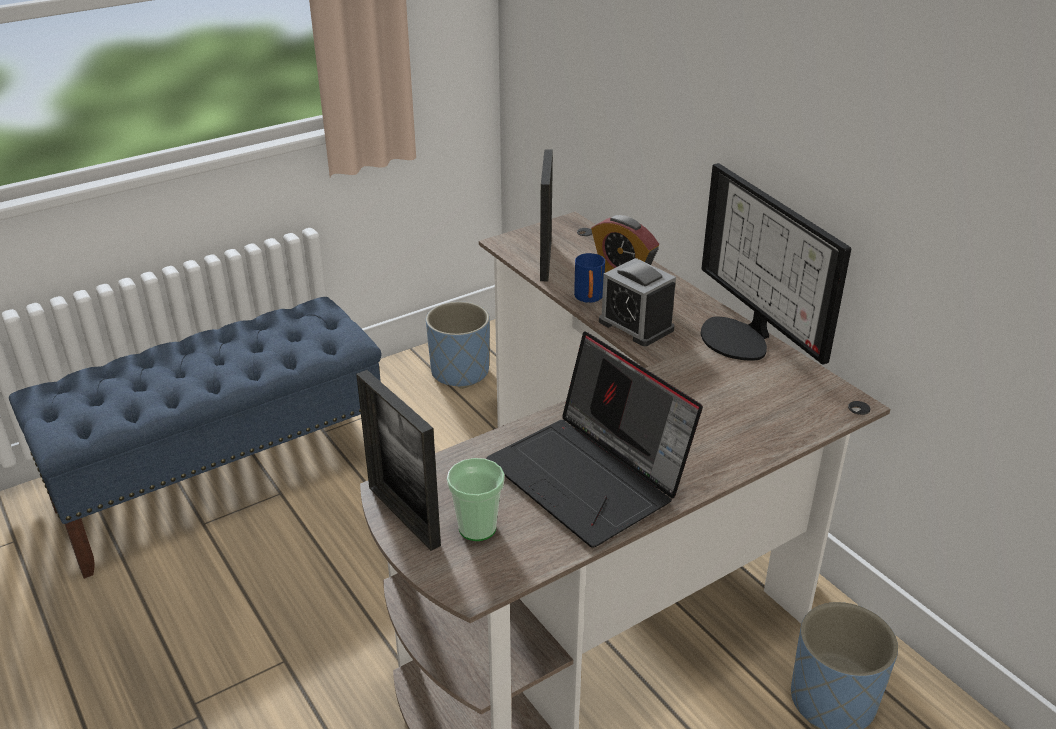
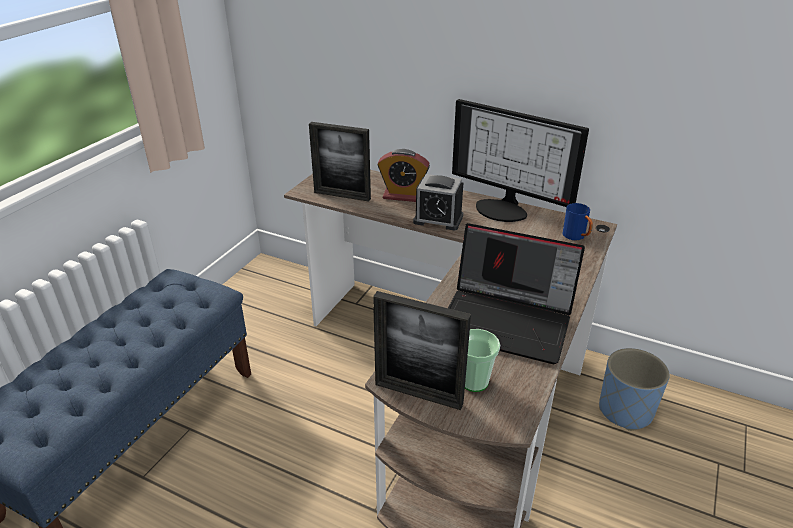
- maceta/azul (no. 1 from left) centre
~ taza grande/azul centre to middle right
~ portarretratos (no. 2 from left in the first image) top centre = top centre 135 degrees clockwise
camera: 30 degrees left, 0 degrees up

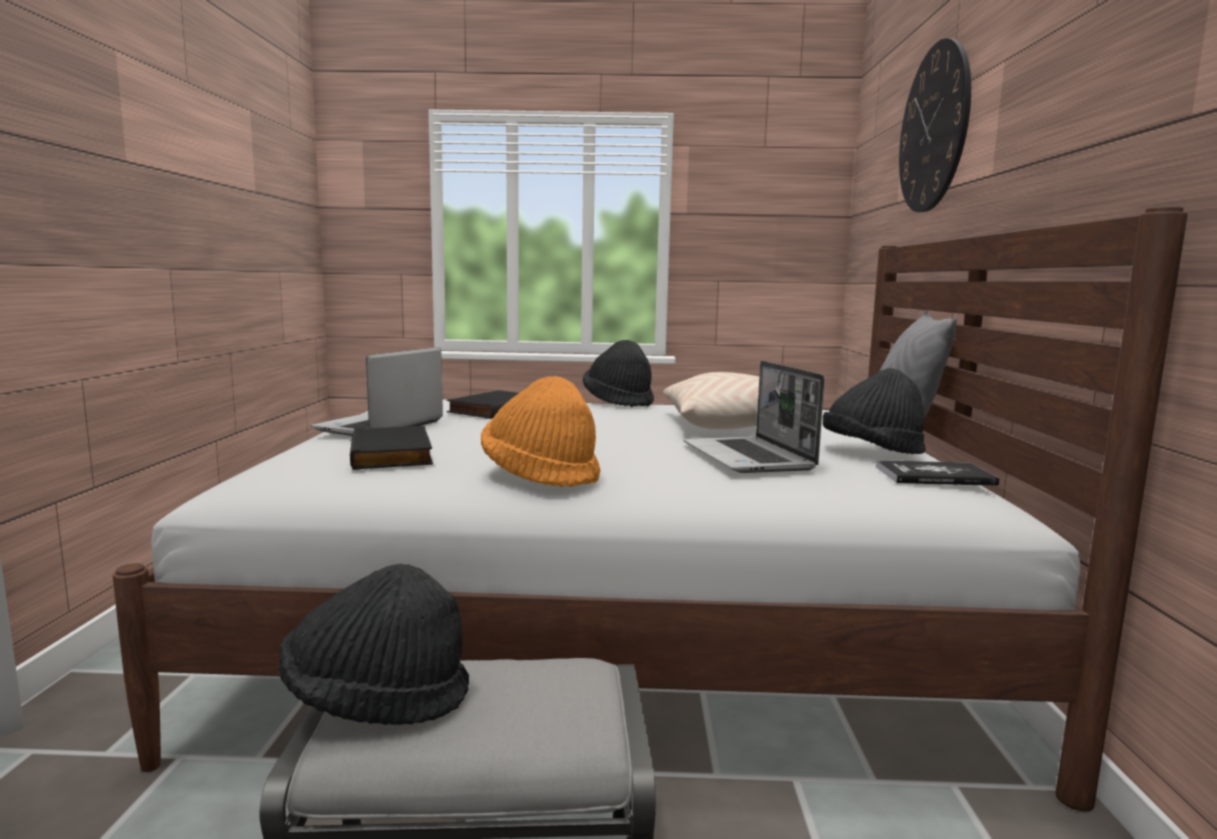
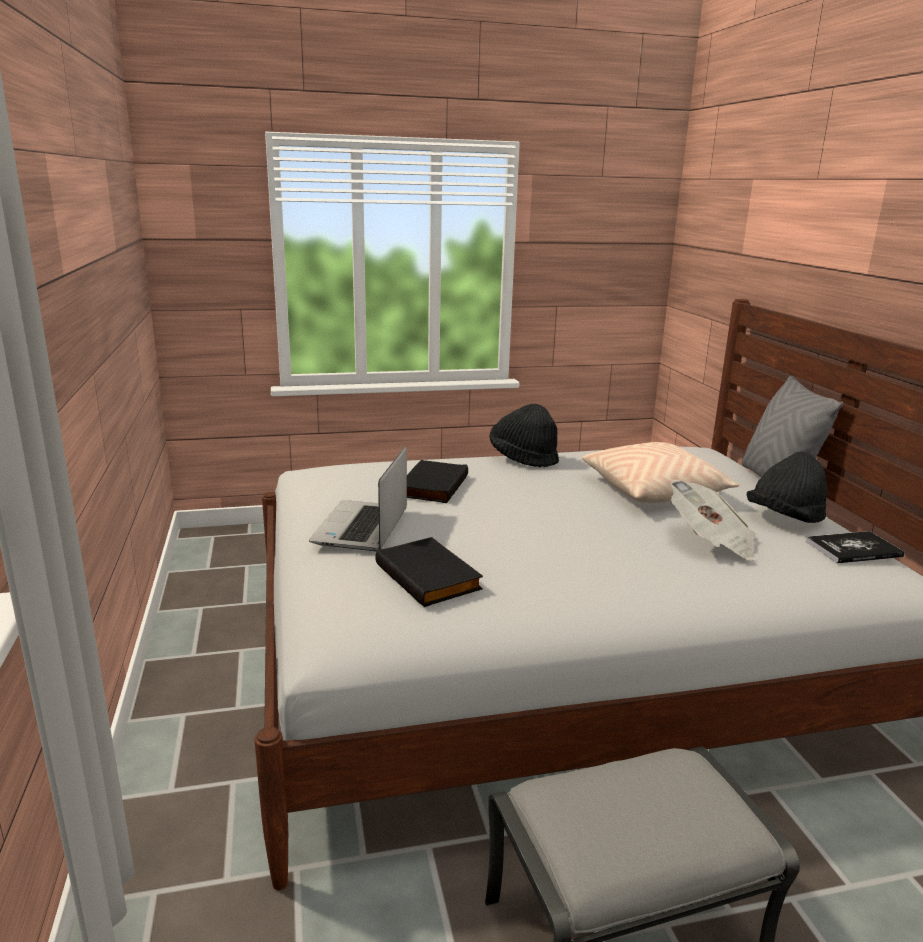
- sombrero/negro (no. 1 from left) bottom left
- sombrero/naranja centre
- reloj de pared top right
~ portátil (no. 2 from left) centre to periódico middle right
camera: 15 degrees left, 10 degrees up

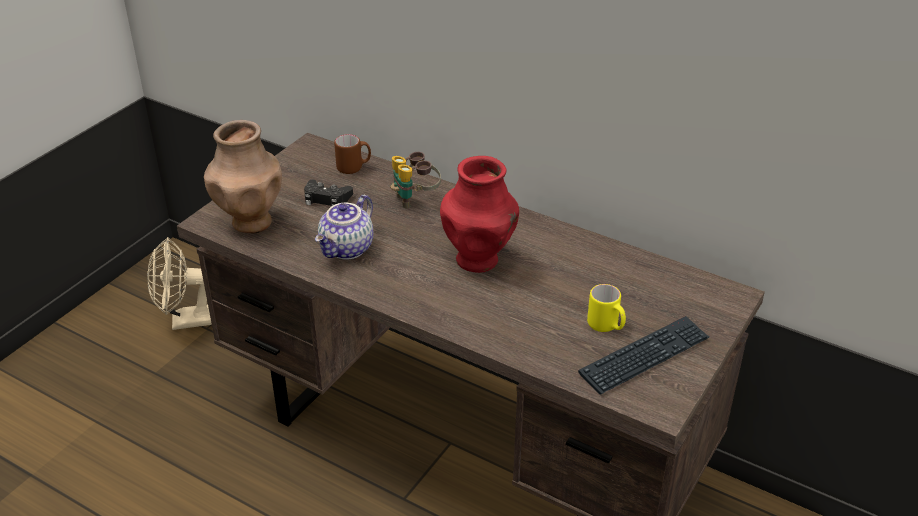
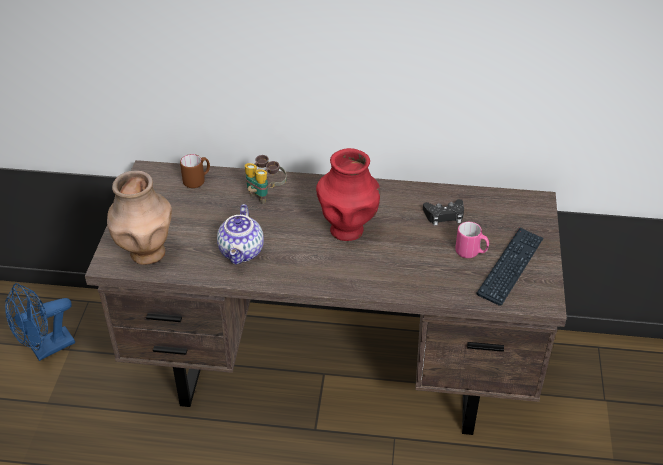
~ mando de consola/negro centre to middle right
~ ventilador/beis middle left to ventilador/azul bottom left
~ taza grande/amarillo centre to taza grande/rosa middle right
camera: 25 degrees left, 5 degrees up

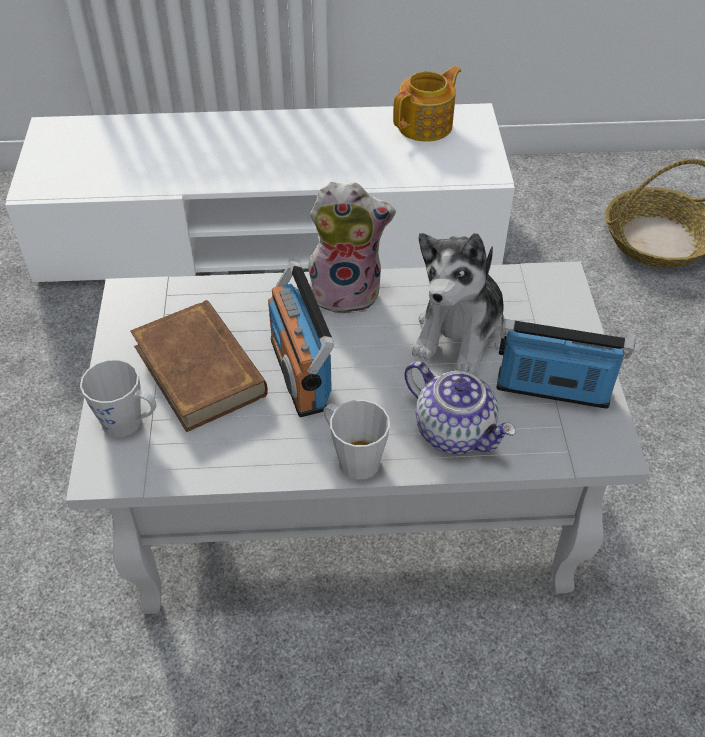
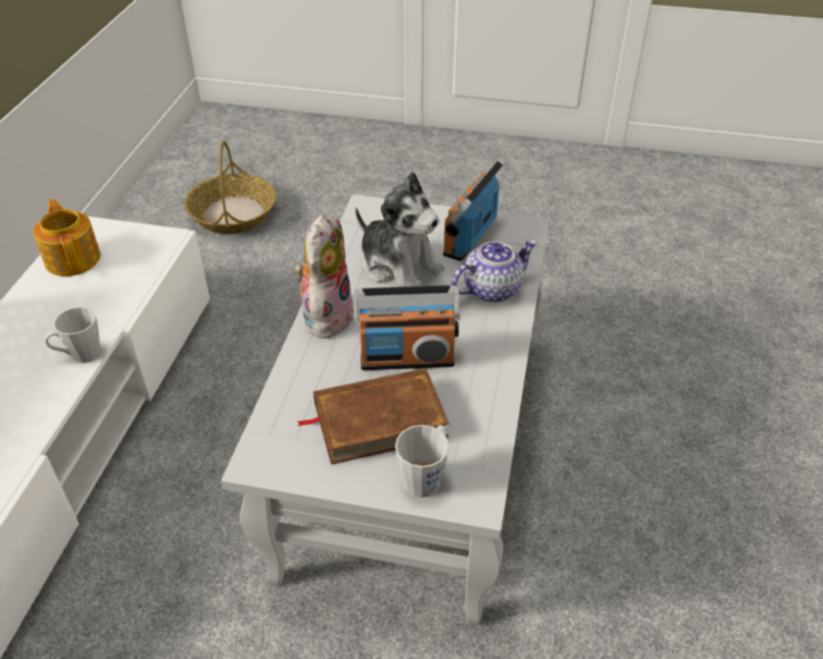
~ taza grande/gris (no. 2 from left in the first image) centre to taza grande/gris (no. 1 from left) middle left
camera: 75 degrees left, 5 degrees down

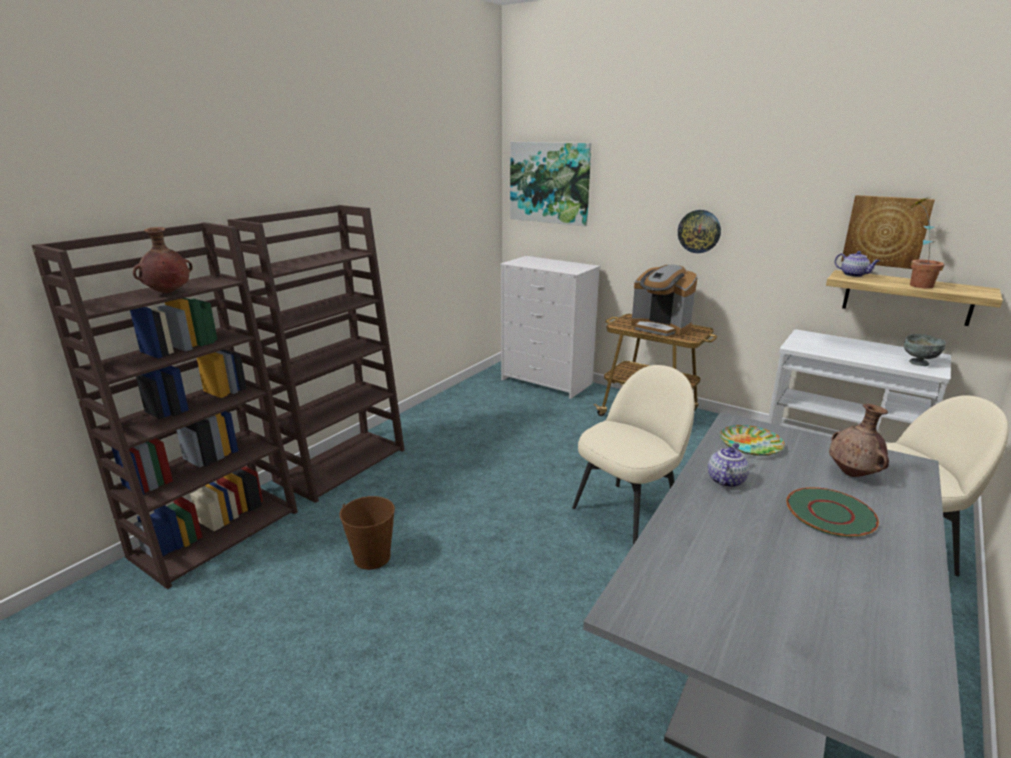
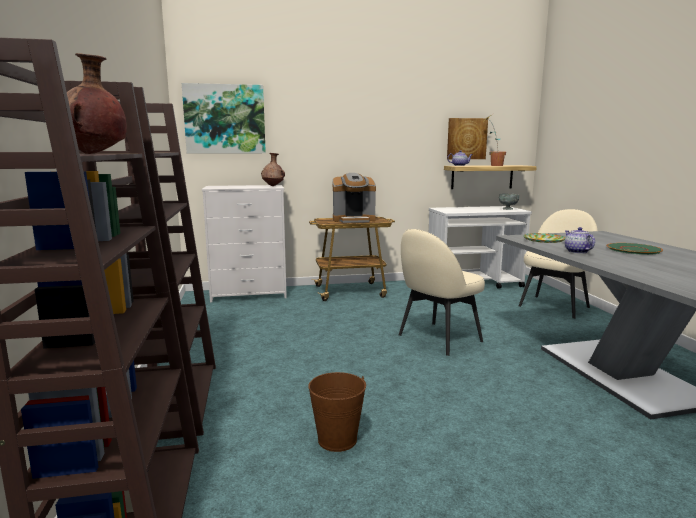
- reloj de pared top right
~ florero/marrón (no. 2 from left) middle right to top centre
~ silla/beis (no. 1 from left) centre = centre 135 degrees counterclockwise
camera: 45 degrees left, 10 degrees down

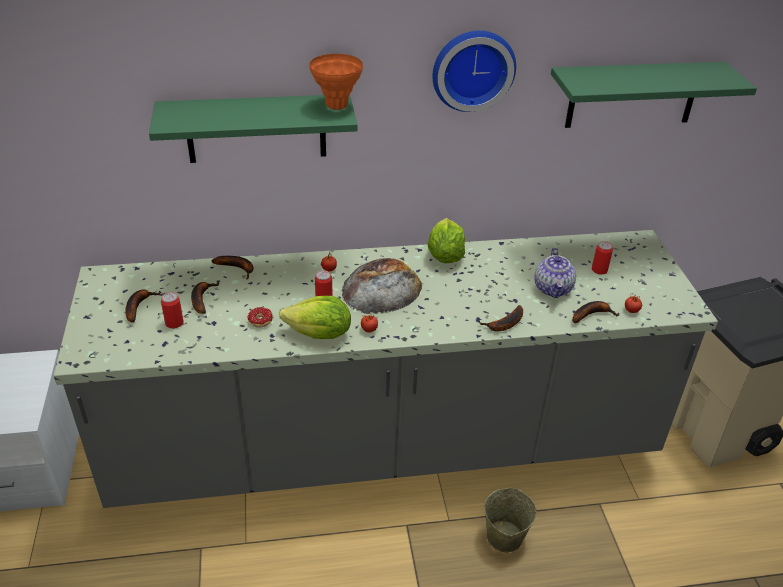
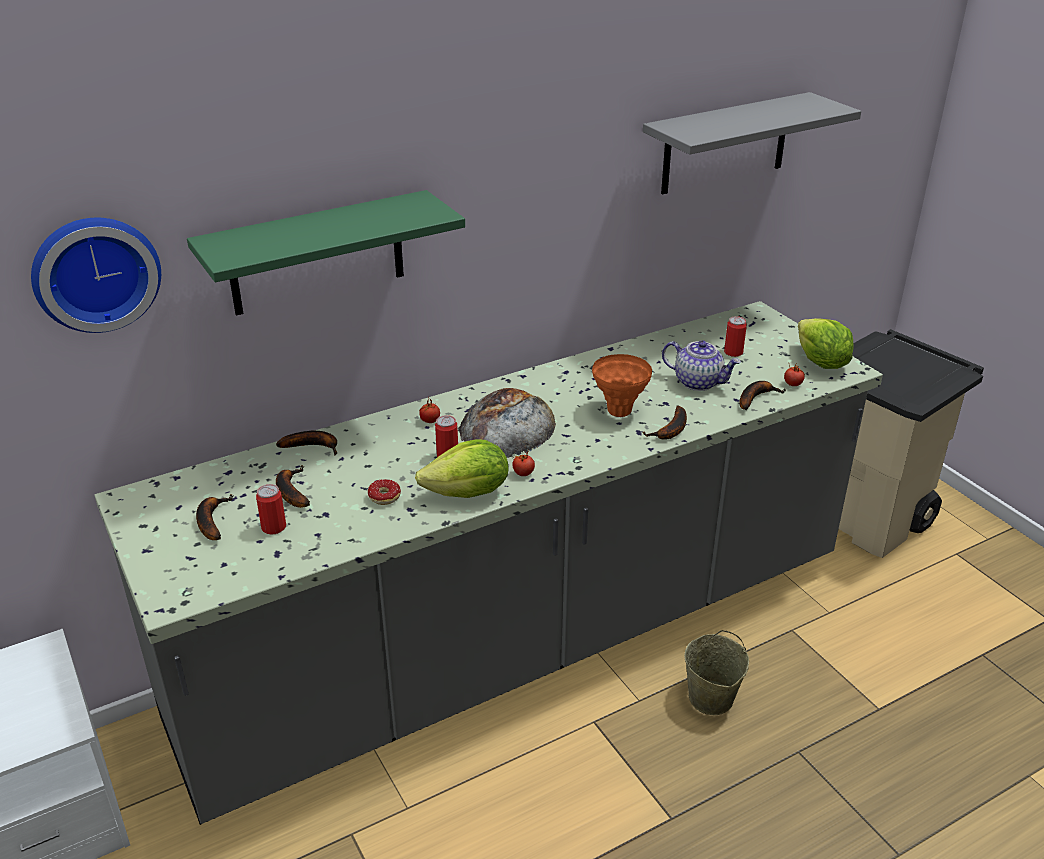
~ florero/naranja top centre to centre
~ lechuga (no. 2 from left) centre to middle right
~ reloj de pared top centre to top left
~ estante/verde (no. 2 from left) top right to estante/gris top right
~ tetera middle right = middle right 45 degrees counterclockwise
camera: 20 degrees left, 5 degrees down

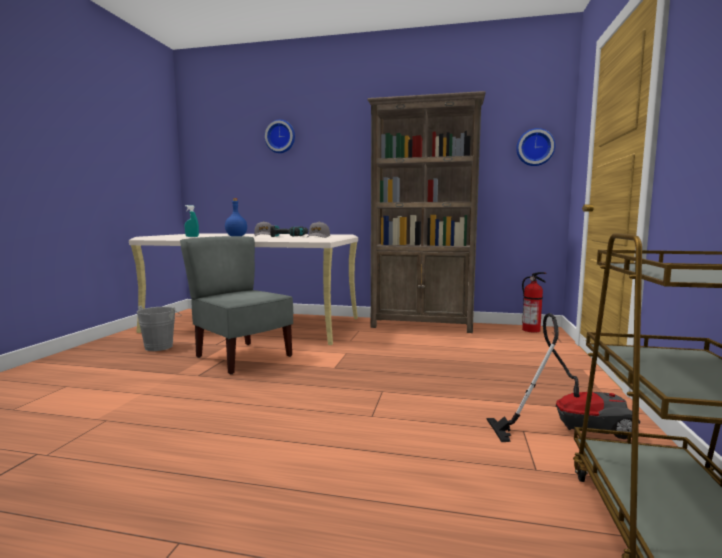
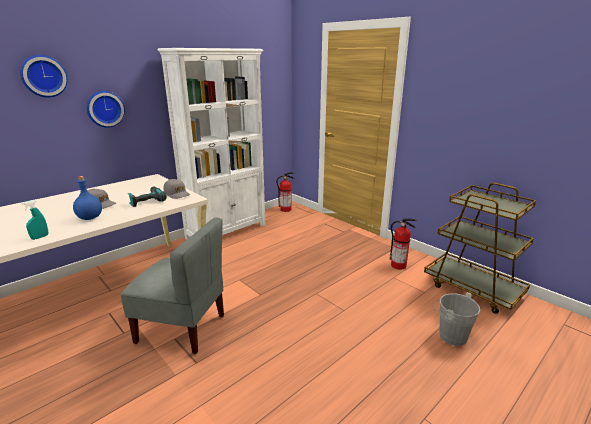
~ cubo/gris middle left to bottom right
~ reloj de pared (no. 2 from left) top right to top left
~ aspiradora bottom right to extintor (no. 2 from left) middle right
~ estantería/marrón centre to estantería/blanco centre
~ silla/gris middle left = bottom left 150 degrees counterclockwise
camera: 55 degrees left, 15 degrees up

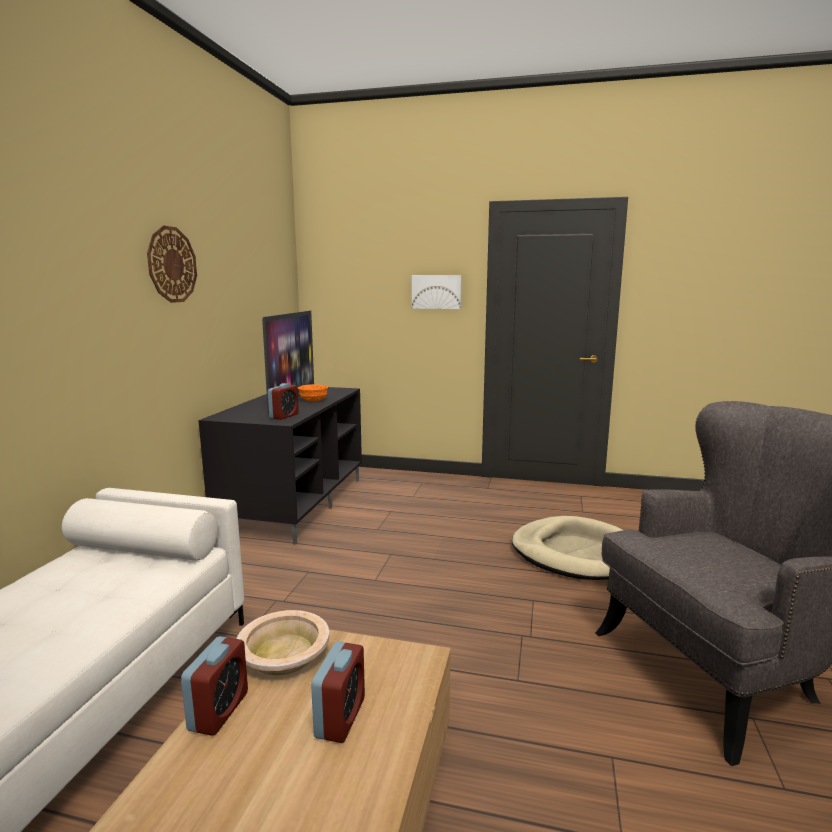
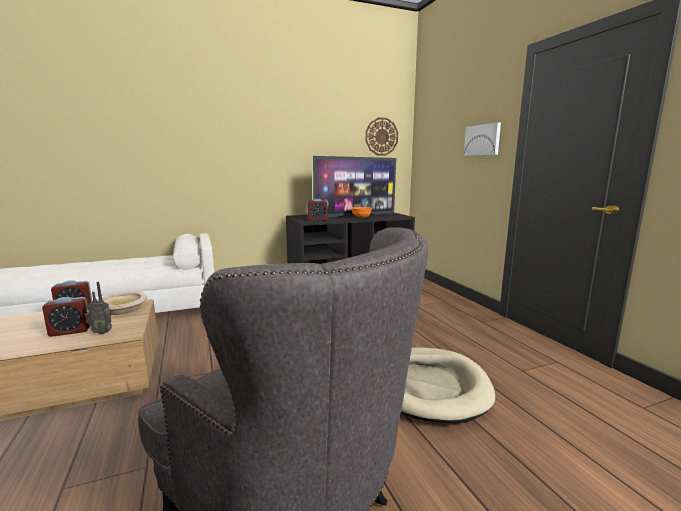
+ radio middle left
~ reloj de pared top left to top centre
camera: 55 degrees right, 0 degrees up

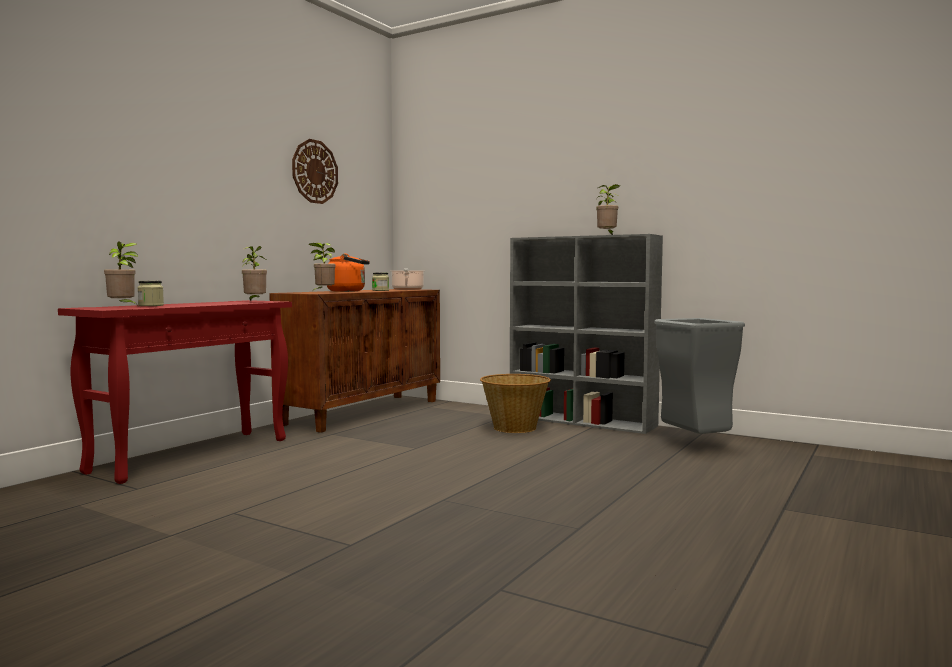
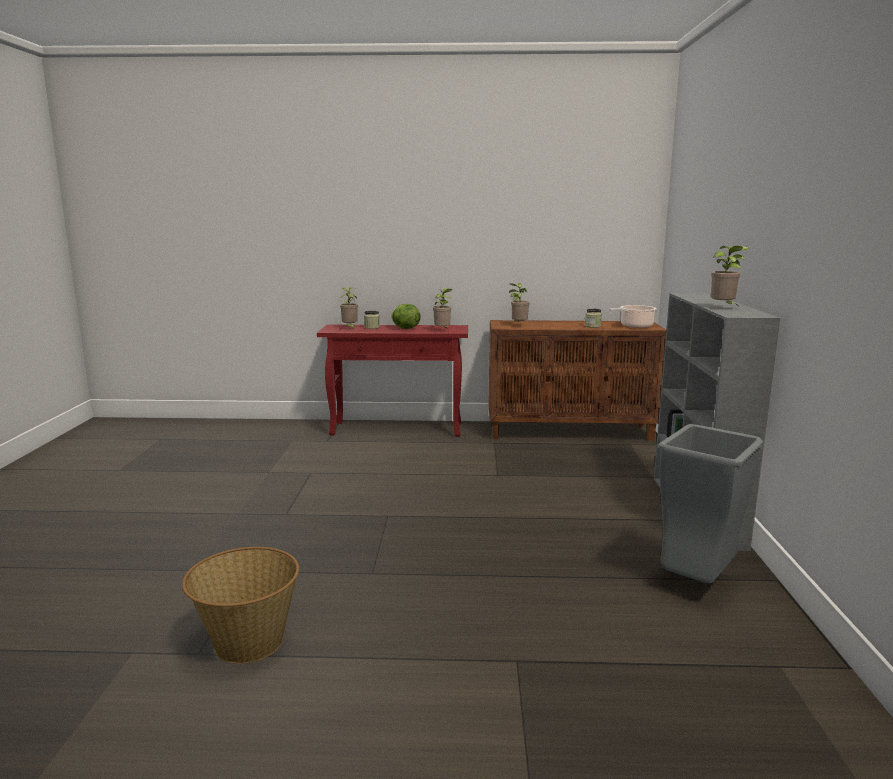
- reloj de pared top left
- hervidor/naranja centre
+ lechuga centre
~ cesta centre to bottom left
camera: 60 degrees right, 10 degrees up

